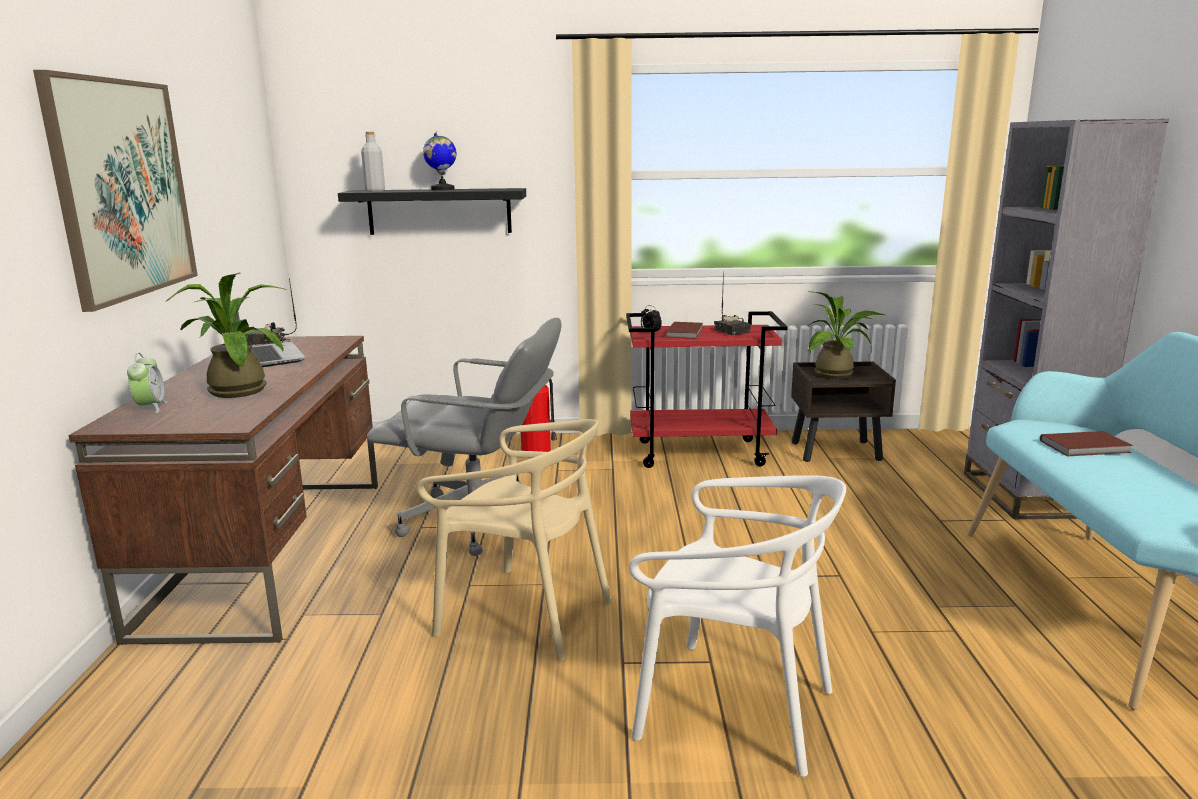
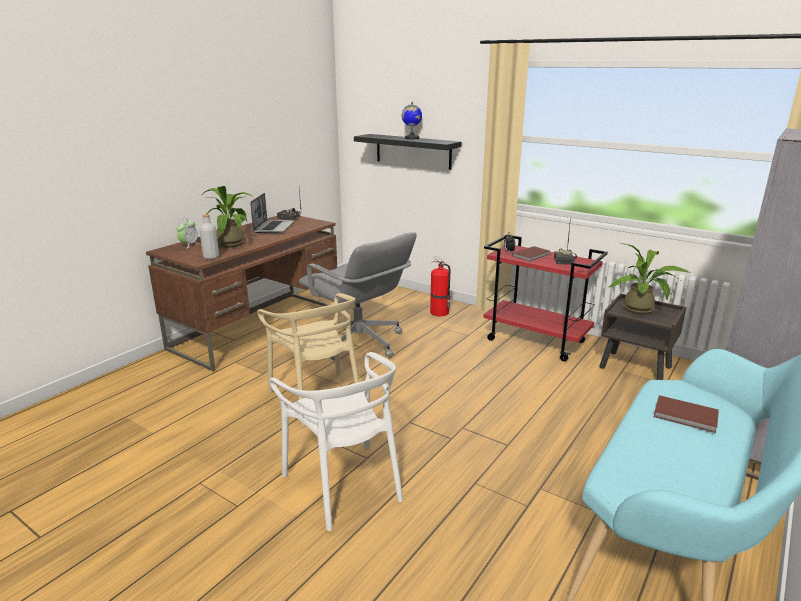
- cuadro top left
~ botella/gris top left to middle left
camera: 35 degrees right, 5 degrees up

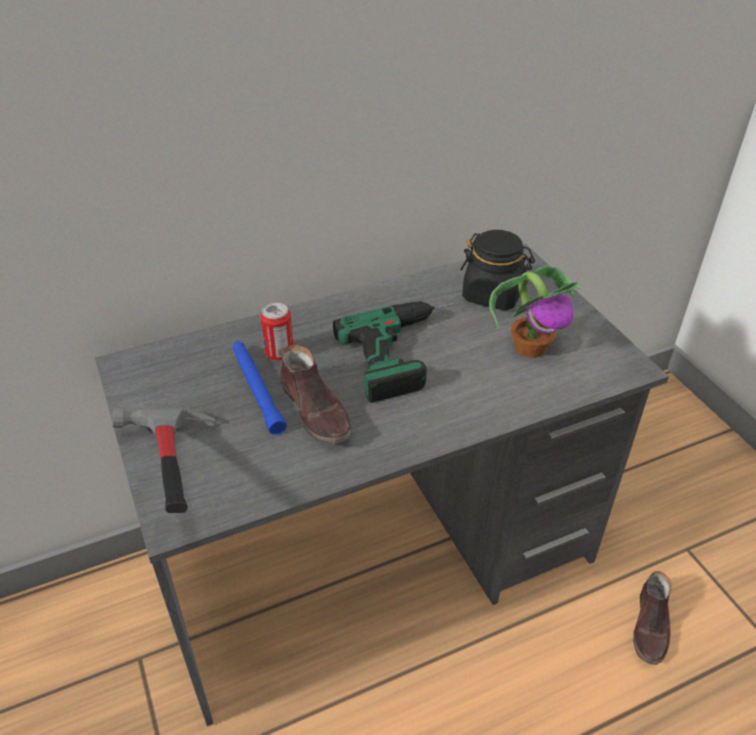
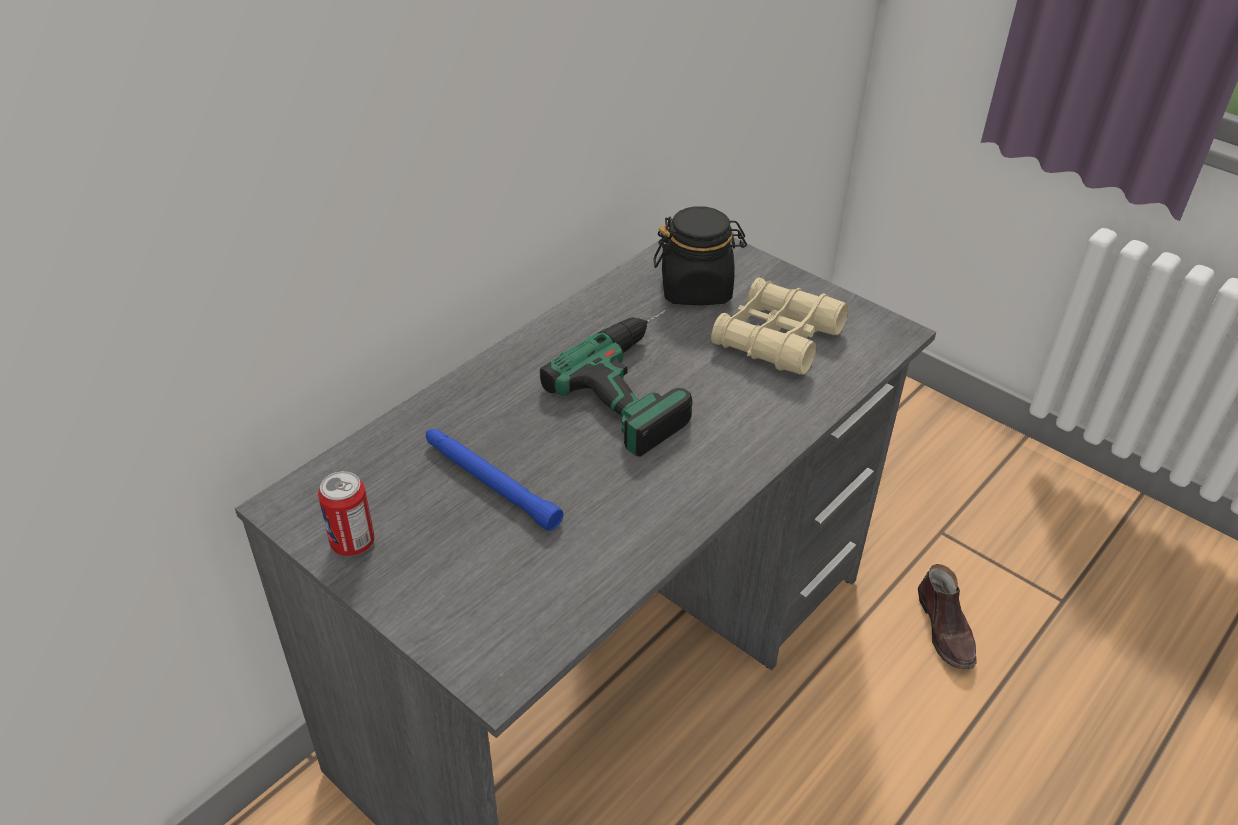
- martillo middle left
- zapato/marrón (no. 1 from left) centre
~ lata centre to middle left
~ planta en maceta middle right to prismáticos/beis centre
camera: 25 degrees left, 0 degrees up

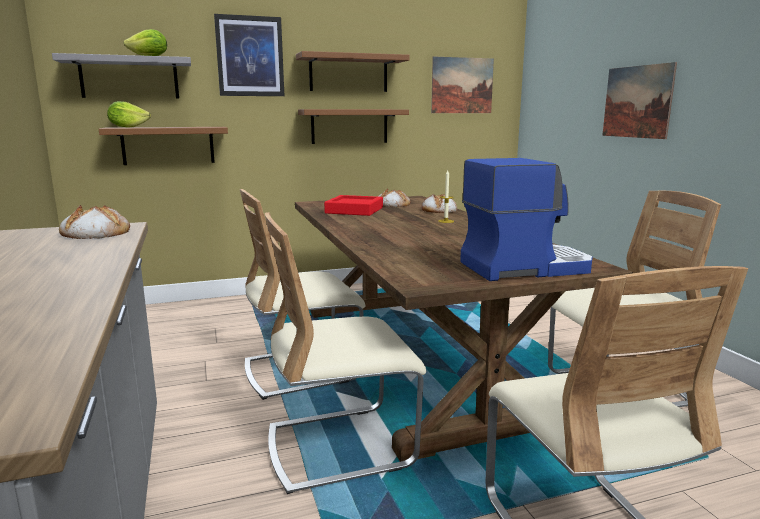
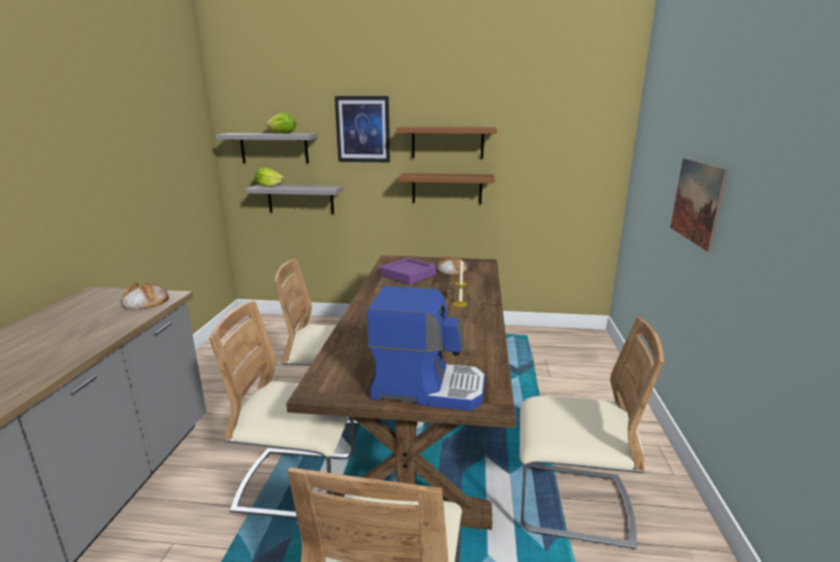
- pan (no. 3 from left) centre
- cuadro (no. 2 from left) top centre
~ estante/marrón (no. 1 from left) top left to estante/gris (no. 2 from left) centre
~ bandeja/rojo centre to bandeja/morado centre
camera: 25 degrees right, 5 degrees up

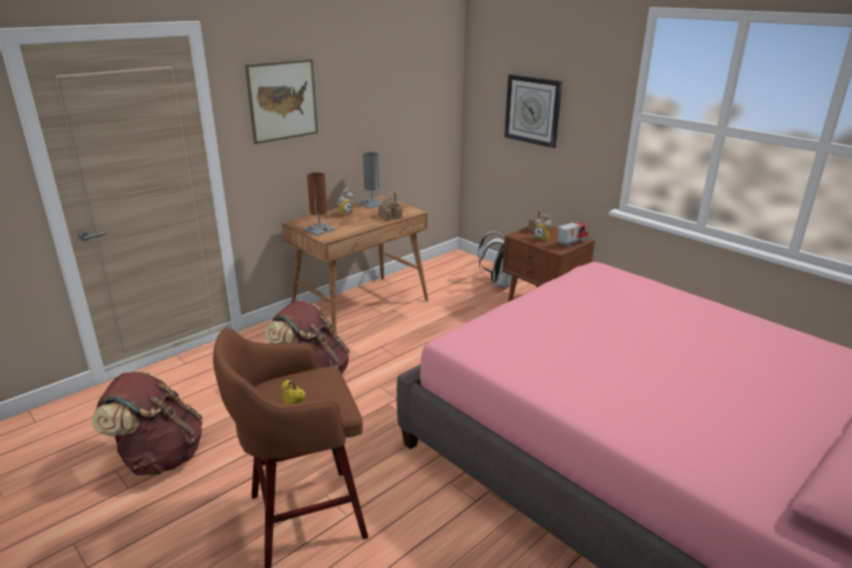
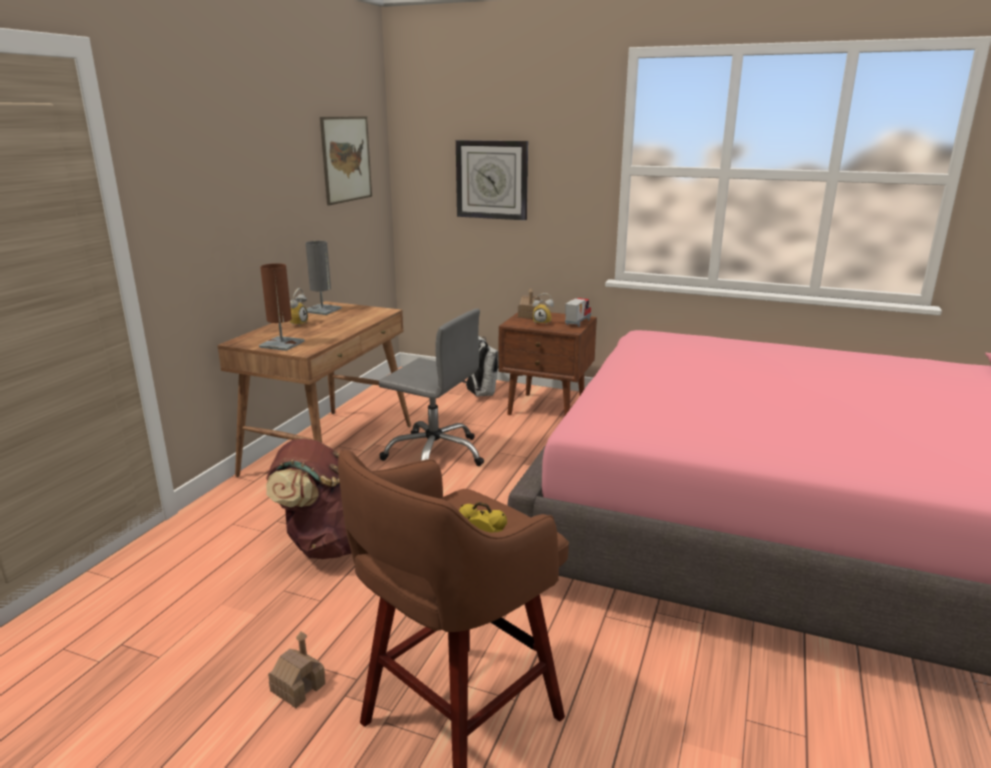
- mochila/marrón (no. 1 from left) bottom left
+ silla de oficina/gris centre
~ cuadro top left to top centre
~ casita (no. 1 from left) centre to bottom left
camera: 25 degrees left, 5 degrees down

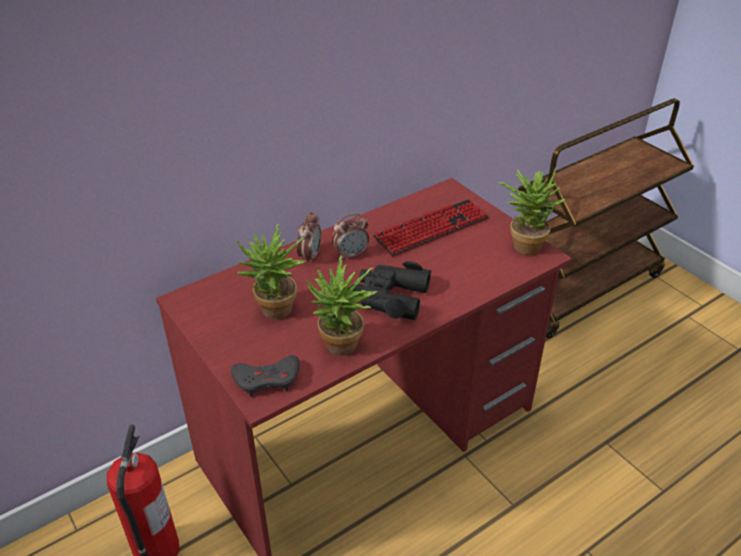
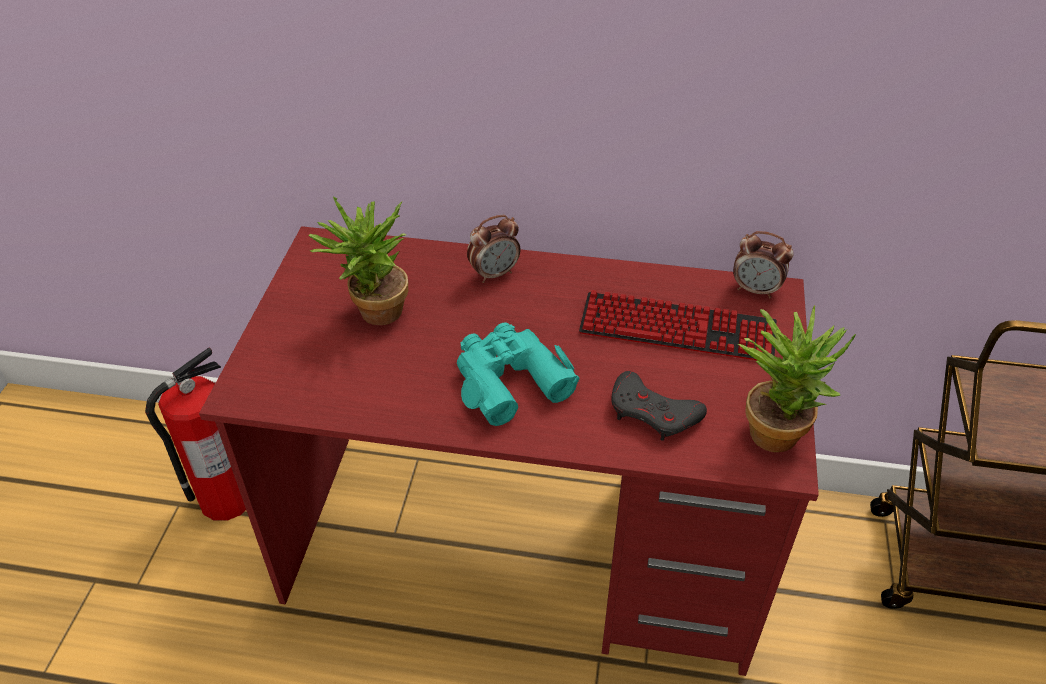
- planta en maceta (no. 2 from left) centre
~ mando de consola/gris bottom centre to centre
~ despertador (no. 2 from left) centre to middle right
~ prismáticos/negro centre to prismáticos/turquesa centre
camera: 45 degrees right, 5 degrees up

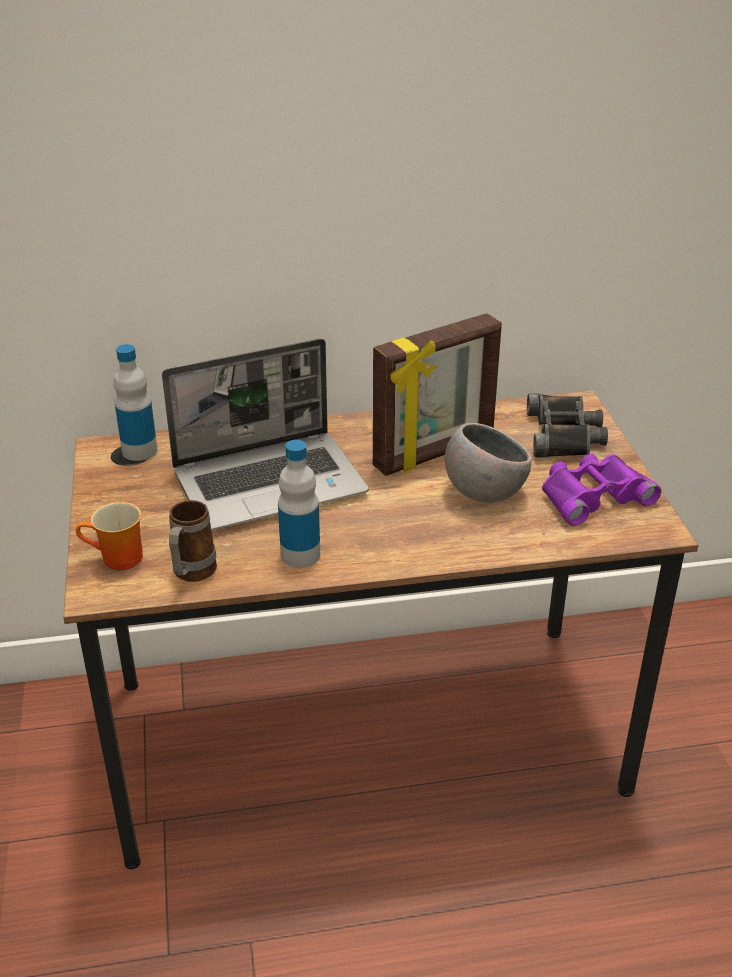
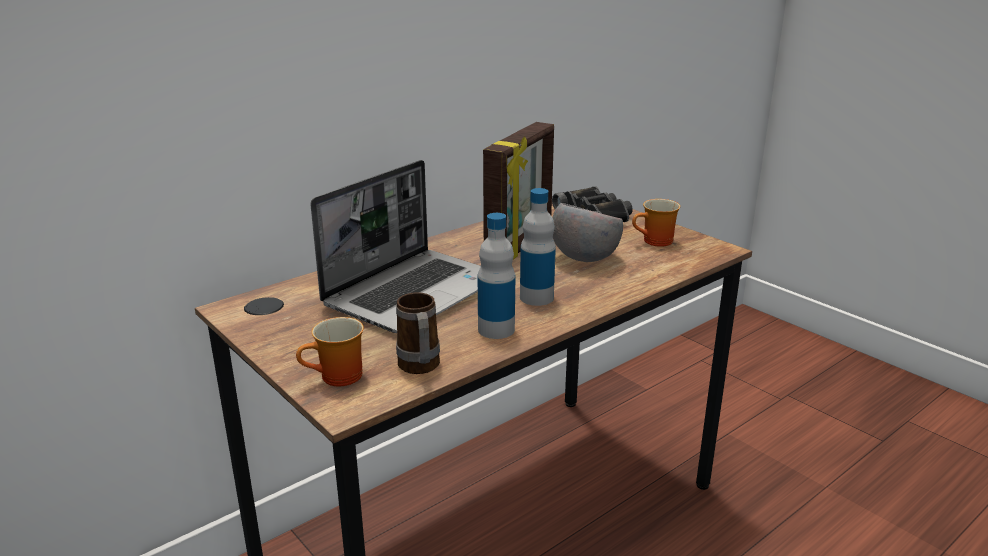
~ botella (no. 1 from left in the first image) middle left to botella (no. 2 from left) centre
~ prismáticos/morado middle right to taza grande (no. 3 from left) centre
camera: 30 degrees left, 10 degrees down

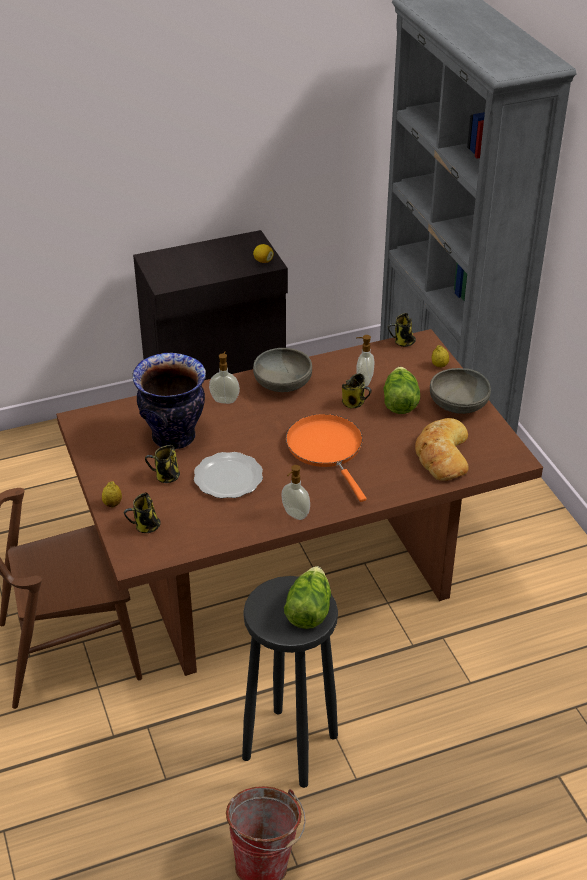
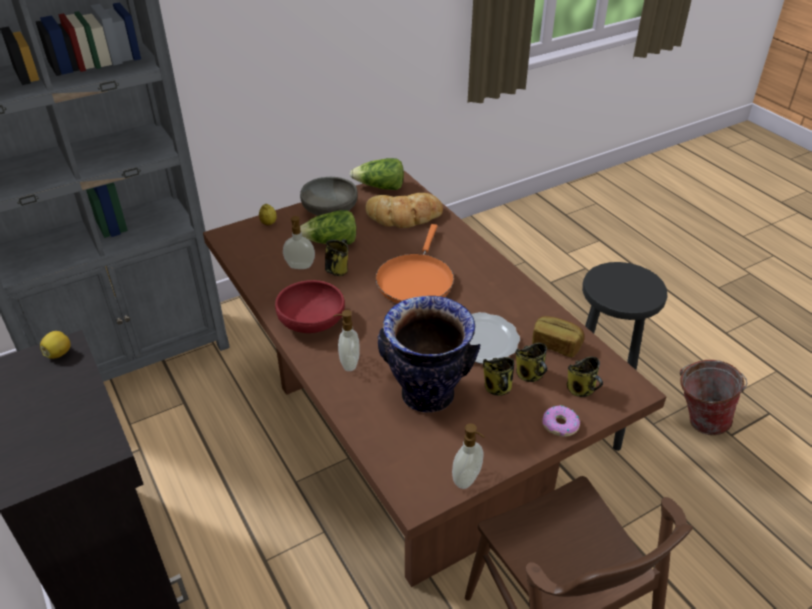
+ pan (no. 2 from left) middle right
~ dispensador de jabón (no. 2 from left in the first image) centre to dispensador de jabón (no. 3 from left) bottom centre
~ lechuga (no. 1 from left in the first image) bottom centre to lechuga (no. 2 from left) top centre
~ taza grande (no. 4 from left in the first image) middle right to taza grande (no. 3 from left) centre
~ limón (no. 1 from left) middle left to rosquilla bottom right
~ cuenco/gris (no. 1 from left) centre to cuenco/rojo centre
~ sartén/naranja centre = centre 45 degrees counterclockwise
camera: 100 degrees left, 0 degrees up

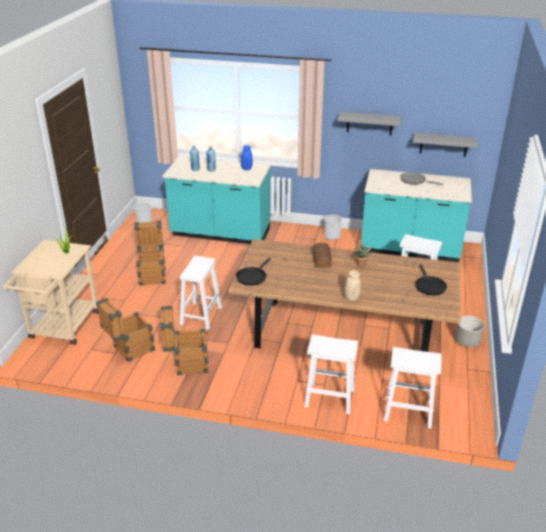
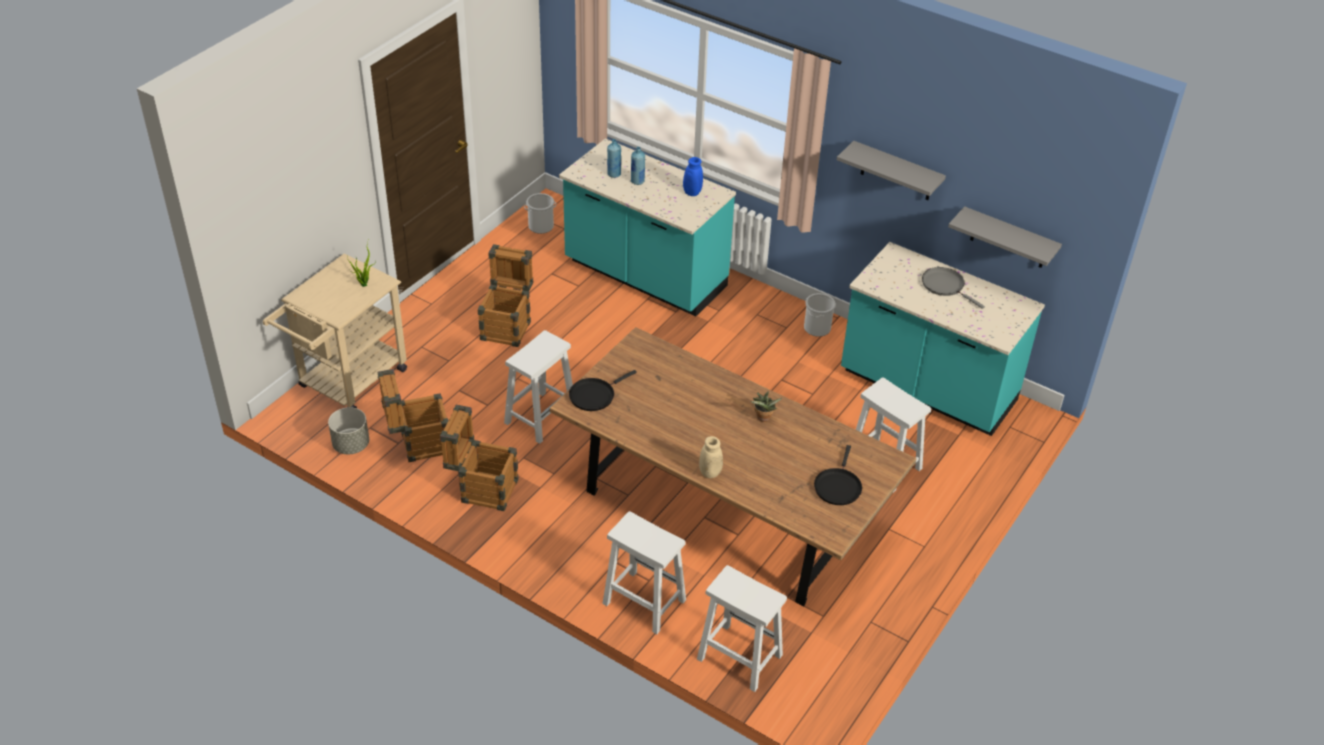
- pan centre
~ maceta/gris middle right to middle left
camera: 20 degrees right, 10 degrees up

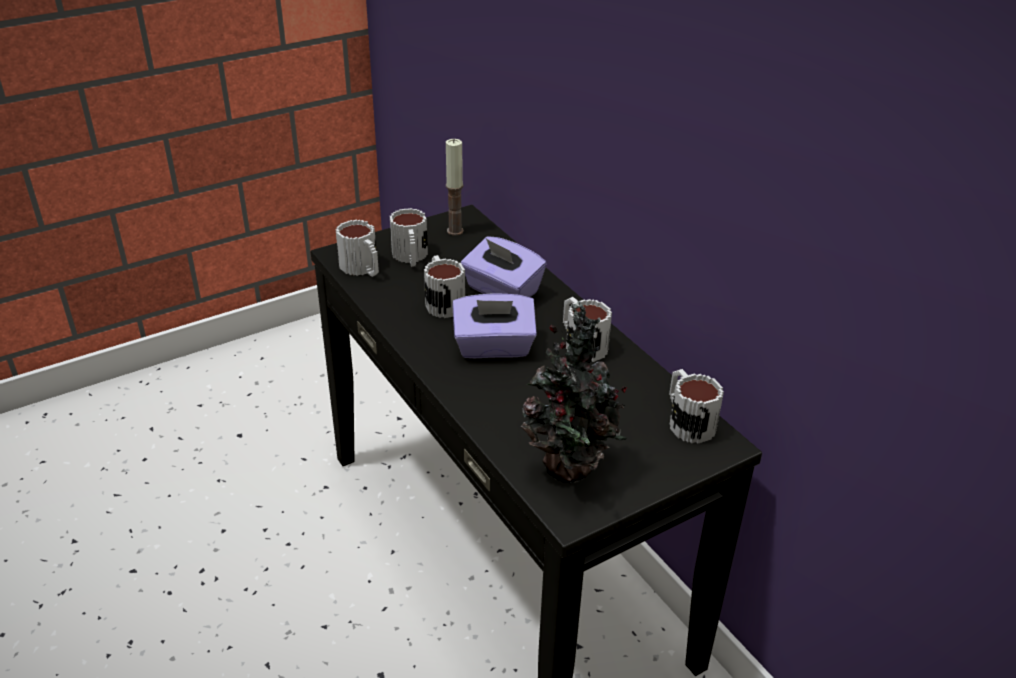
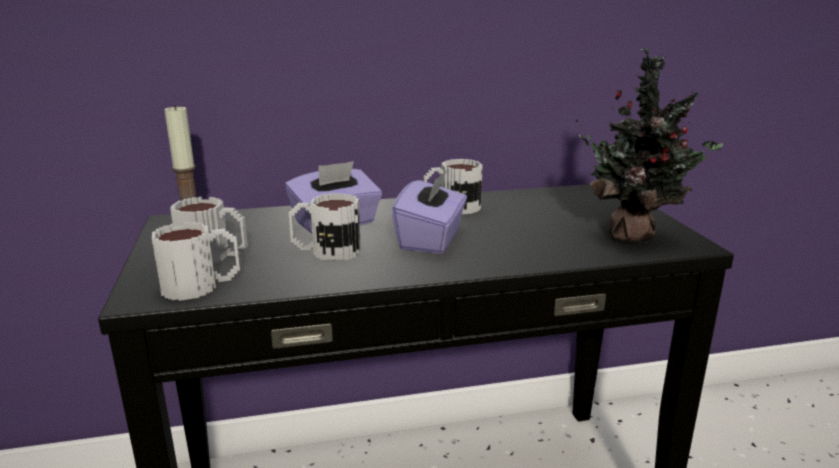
- taza grande (no. 5 from left) middle right
camera: 70 degrees left, 15 degrees down

